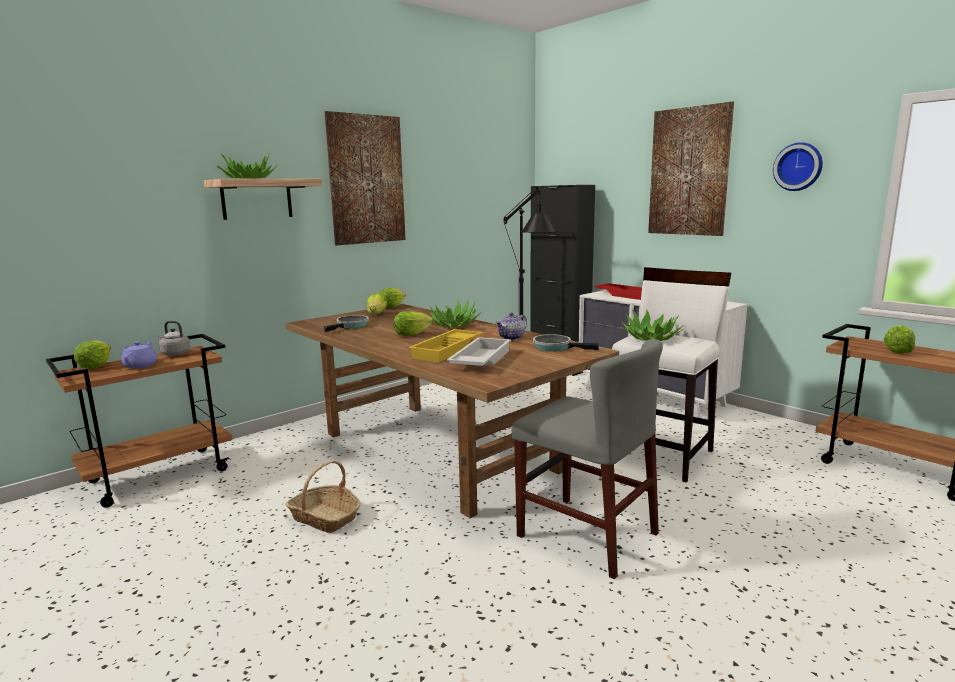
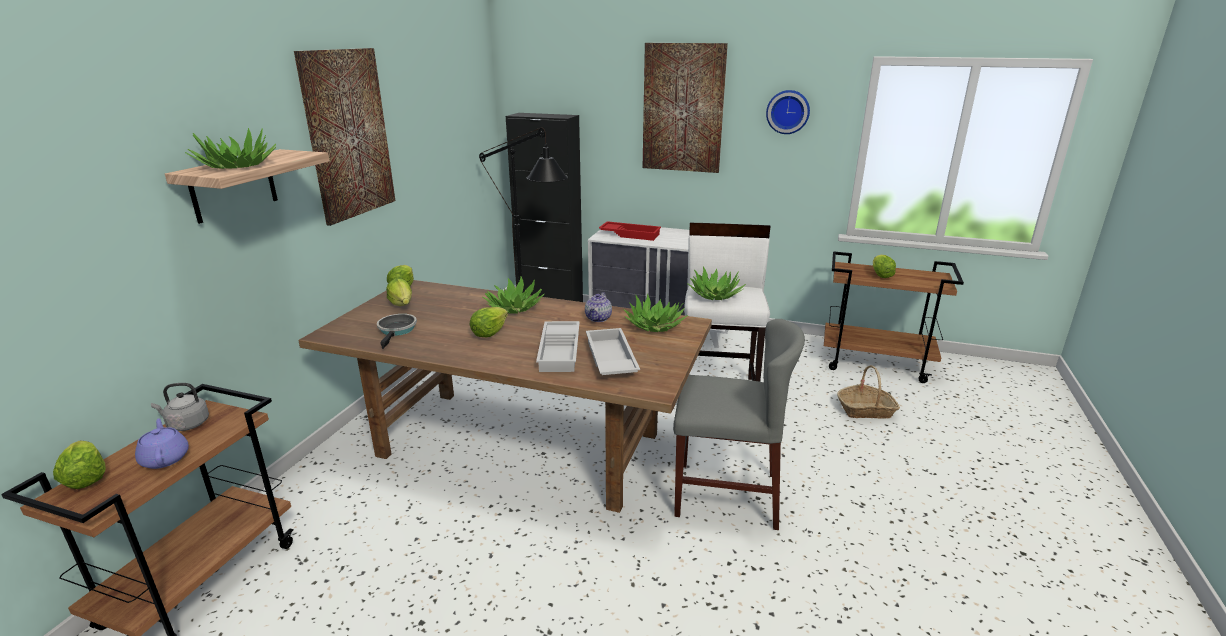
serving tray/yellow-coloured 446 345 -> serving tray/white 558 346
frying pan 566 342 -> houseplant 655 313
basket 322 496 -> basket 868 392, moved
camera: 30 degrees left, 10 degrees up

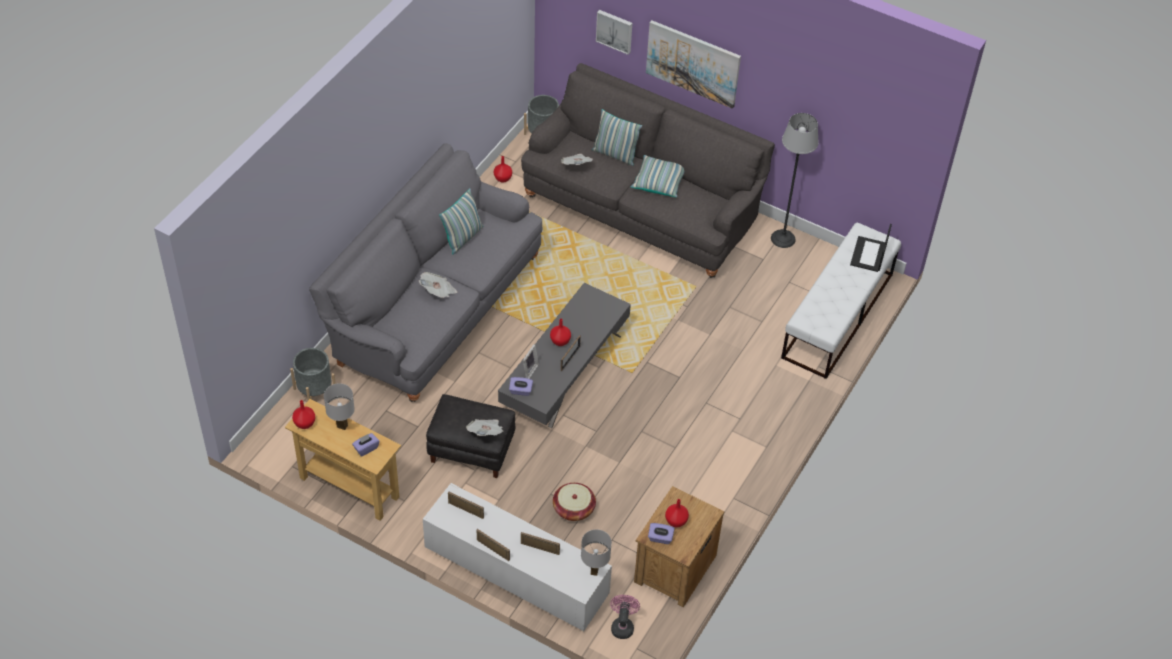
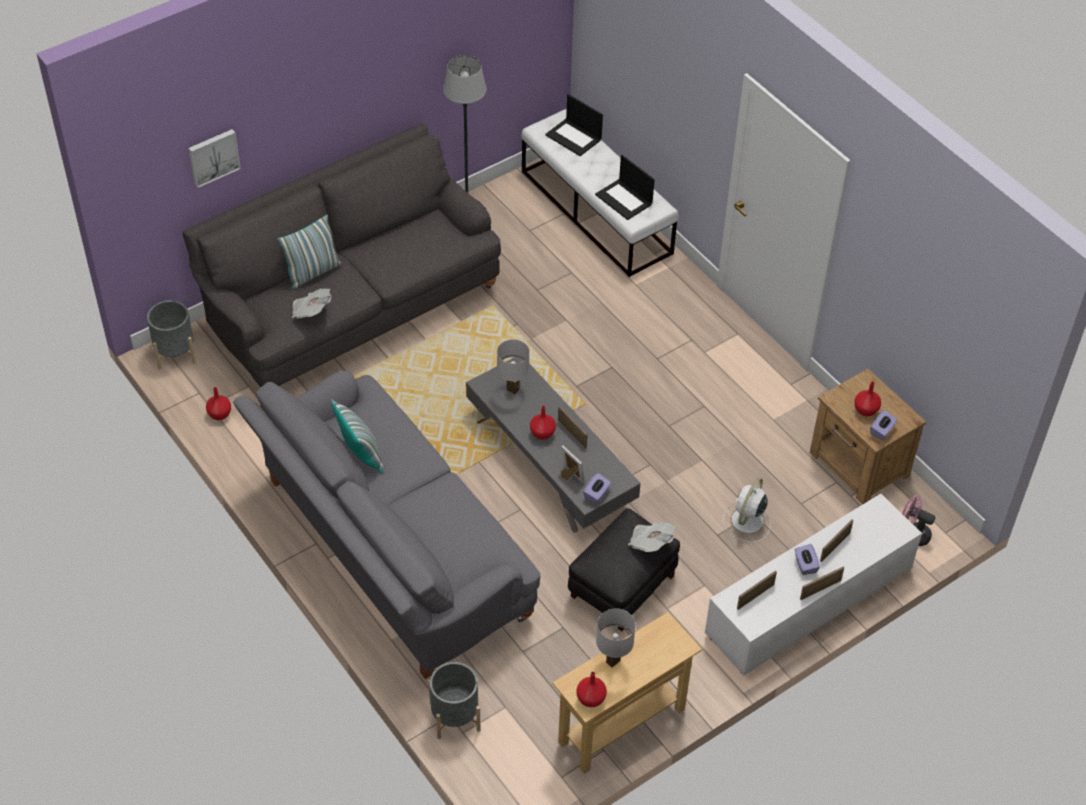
wall art 693 64 -> none
pillow 657 176 -> none
newspaper 438 285 -> none
tissue box/purple 365 444 -> tissue box/purple 807 559, moved
basket 574 502 -> electric fan/white 747 510
lamp for a table/white 596 552 -> lamp for a table/white 513 366, moved
none -> laptop 625 187
camera: 65 degrees left, 0 degrees up

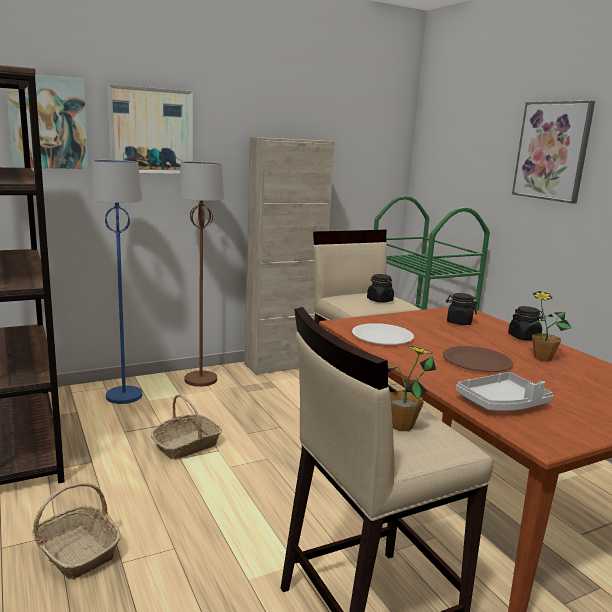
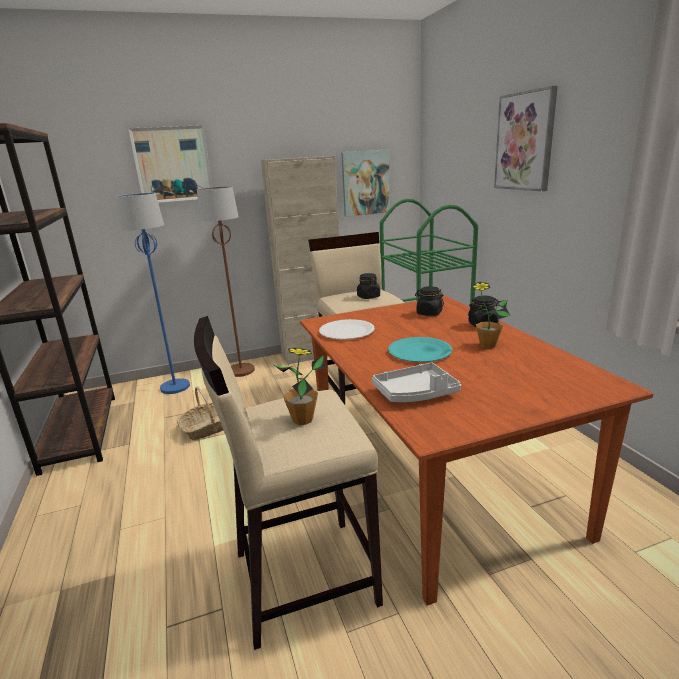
wall art 47 122 -> wall art 365 183, moved
dinner plate/brown-coloured 478 359 -> dinner plate/turquoise 420 349
basket 76 531 -> none
camera: 10 degrees right, 5 degrees up

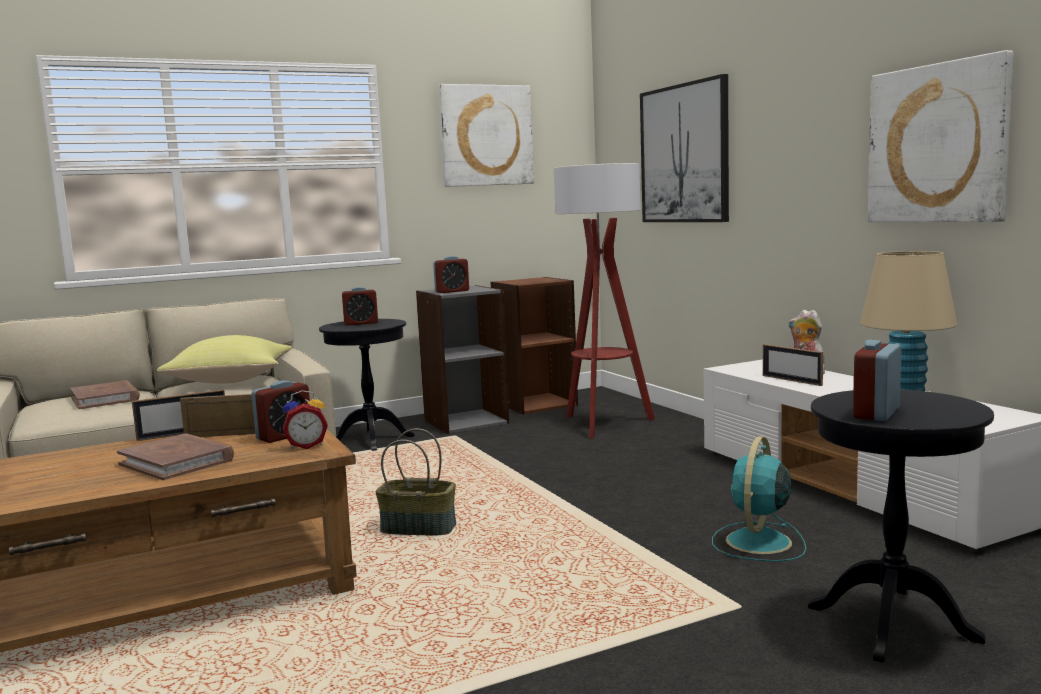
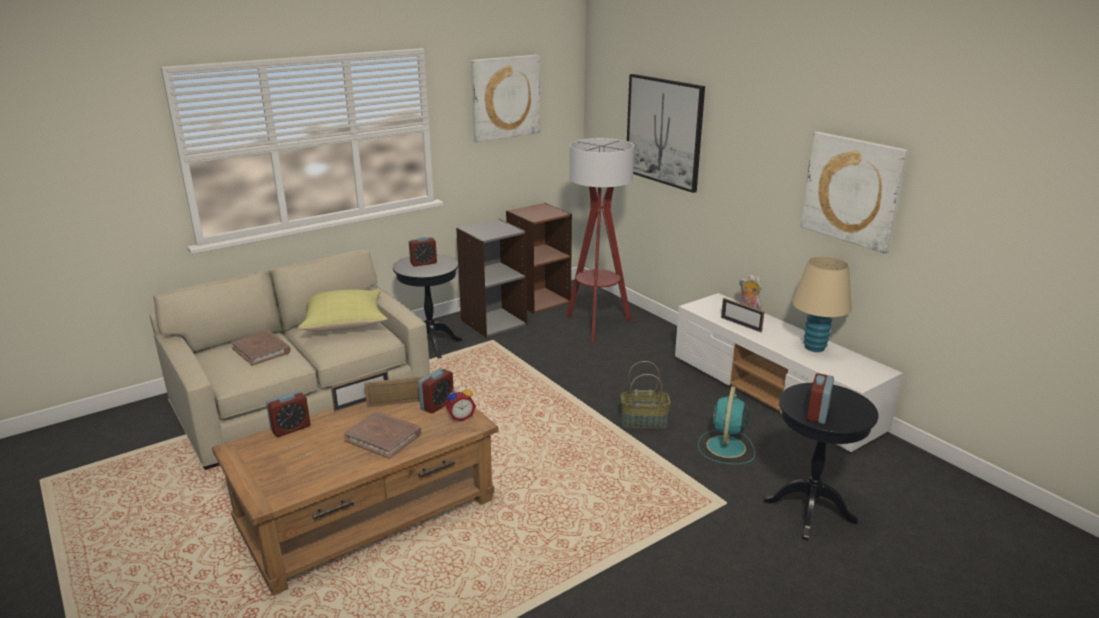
alarm clock 451 274 -> alarm clock 288 414, moved
basket 415 481 -> basket 646 395, moved
camera: 10 degrees left, 15 degrees up

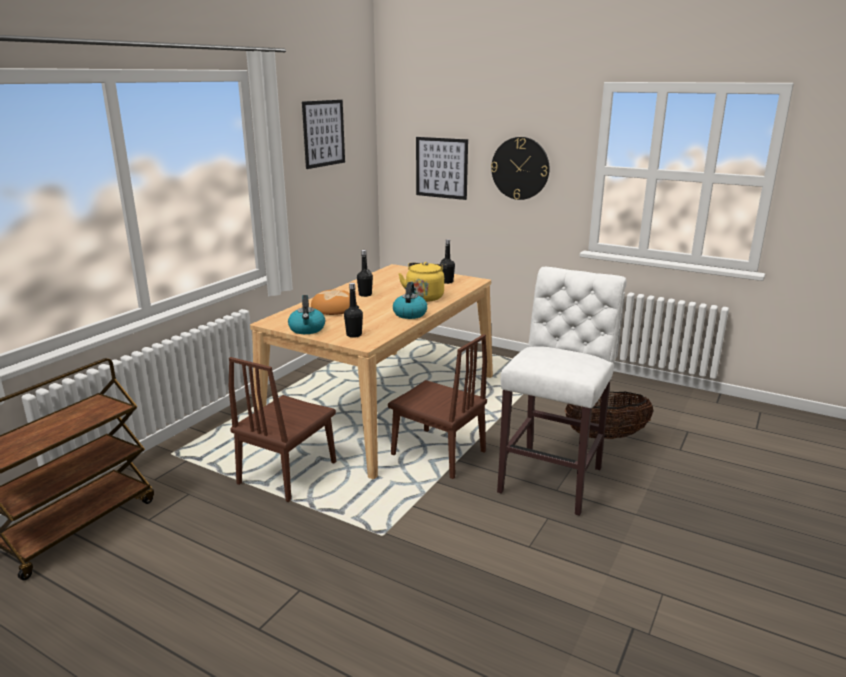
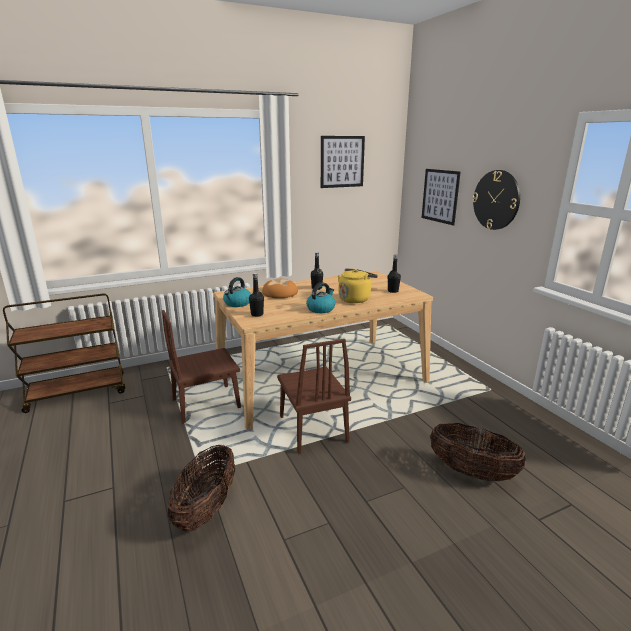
stool/white 562 391 -> none
none -> basket 201 488
camera: 35 degrees right, 0 degrees up

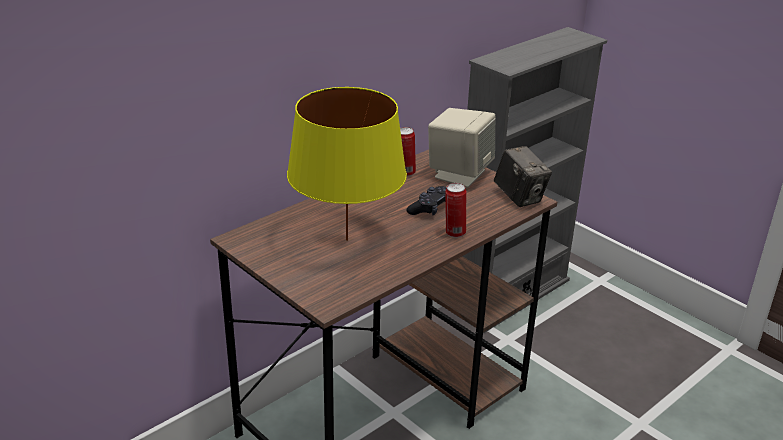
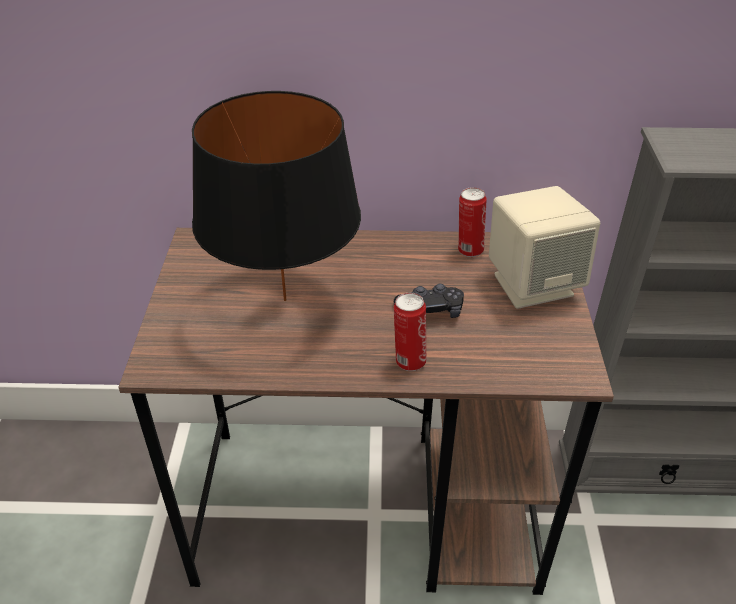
lamp for a table/yellow-coloured 347 164 -> lamp for a table/blackish 276 196
still camera 523 176 -> none
camera: 45 degrees right, 10 degrees up

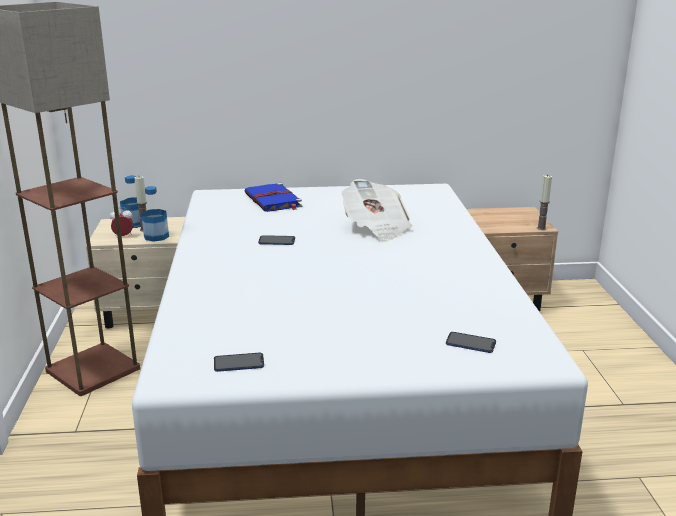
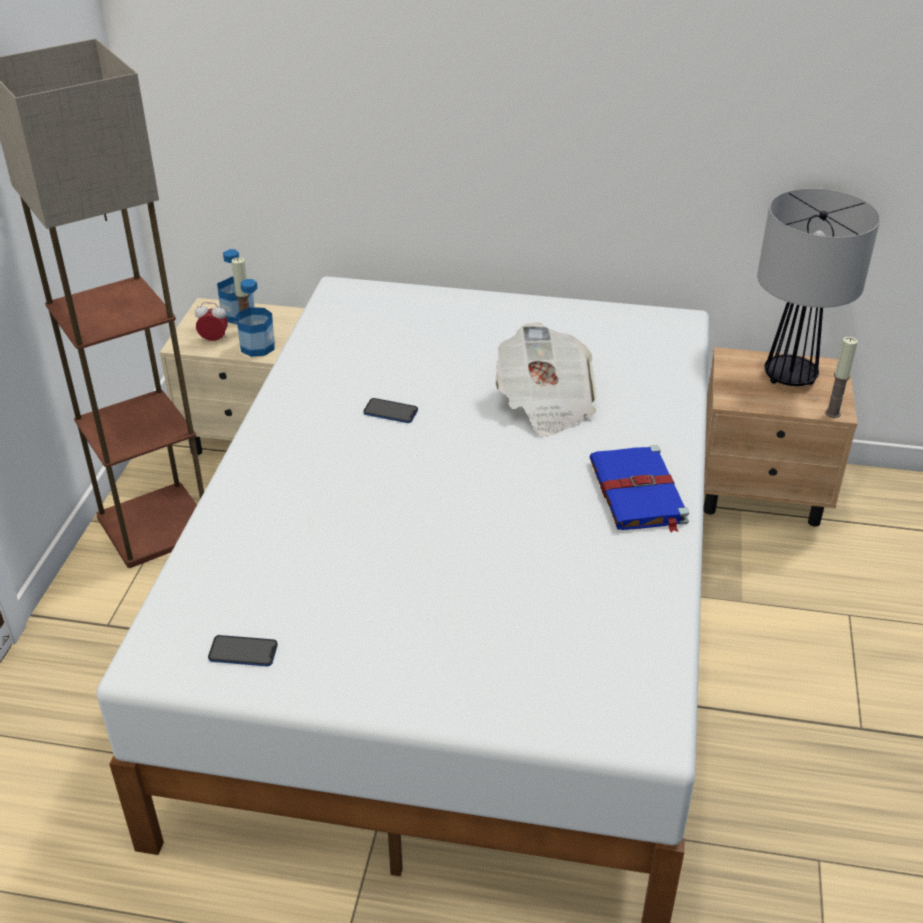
volume/blue 273 197 -> volume/blue 639 488, moved
phone 471 342 -> none
none -> lamp for a table 818 287
camera: 15 degrees right, 15 degrees up

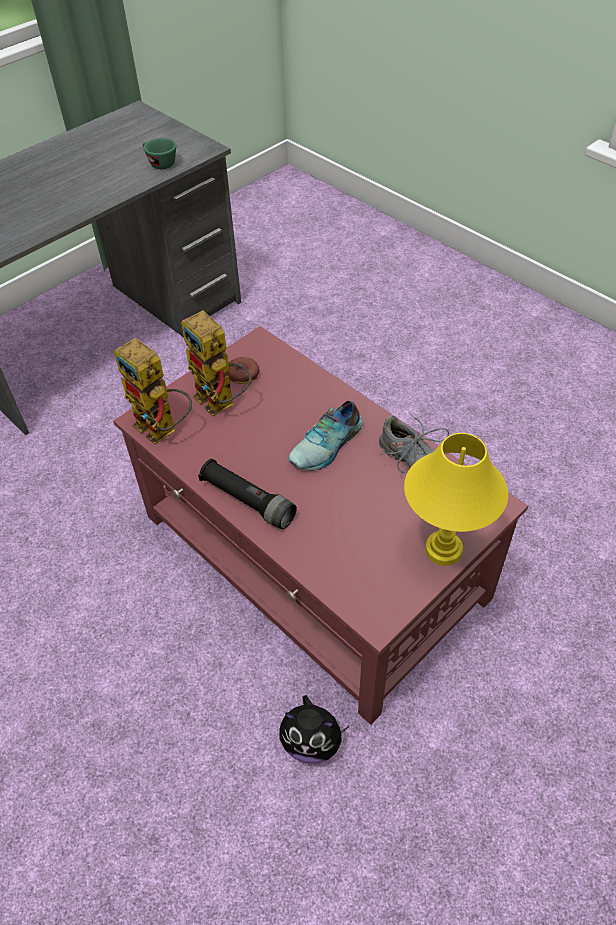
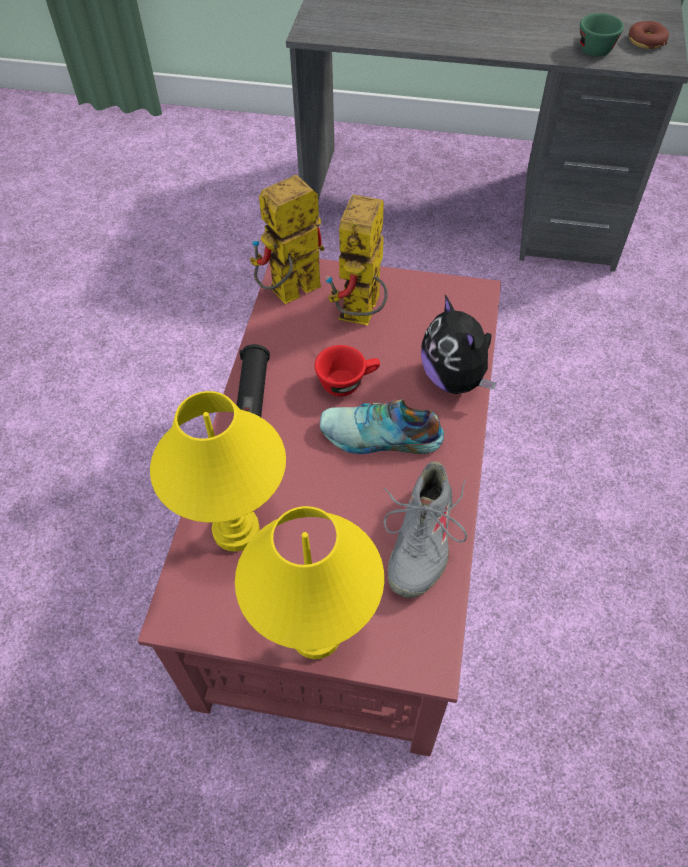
robot figure 153 391 -> robot figure 287 239, 45 degrees clockwise
ring doughnut 243 370 -> ring doughnut 649 35, moved
plush toy 315 729 -> plush toy 458 344, moved
none -> small cup/reddish 347 370
none -> lamp for a table/yellow-coloured 218 471
camera: 55 degrees right, 5 degrees up

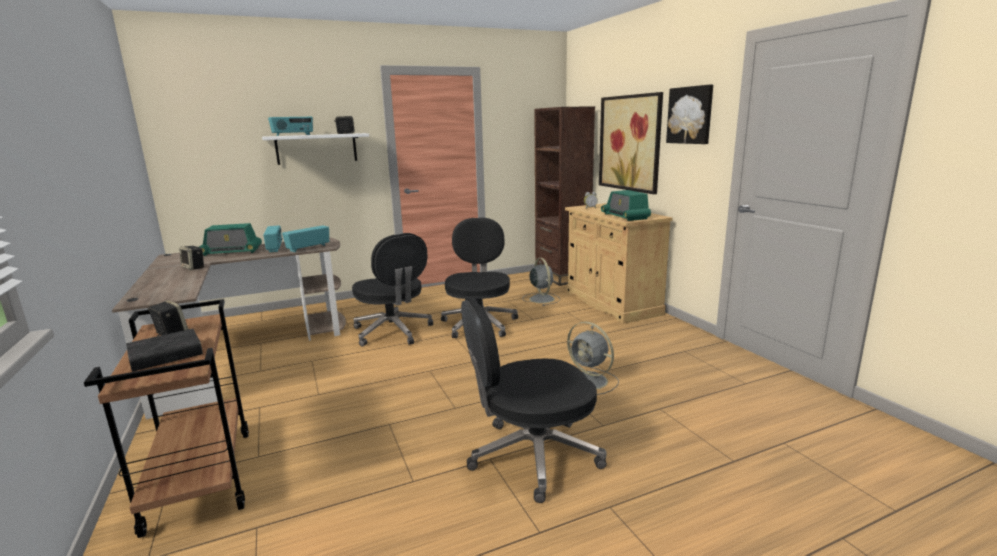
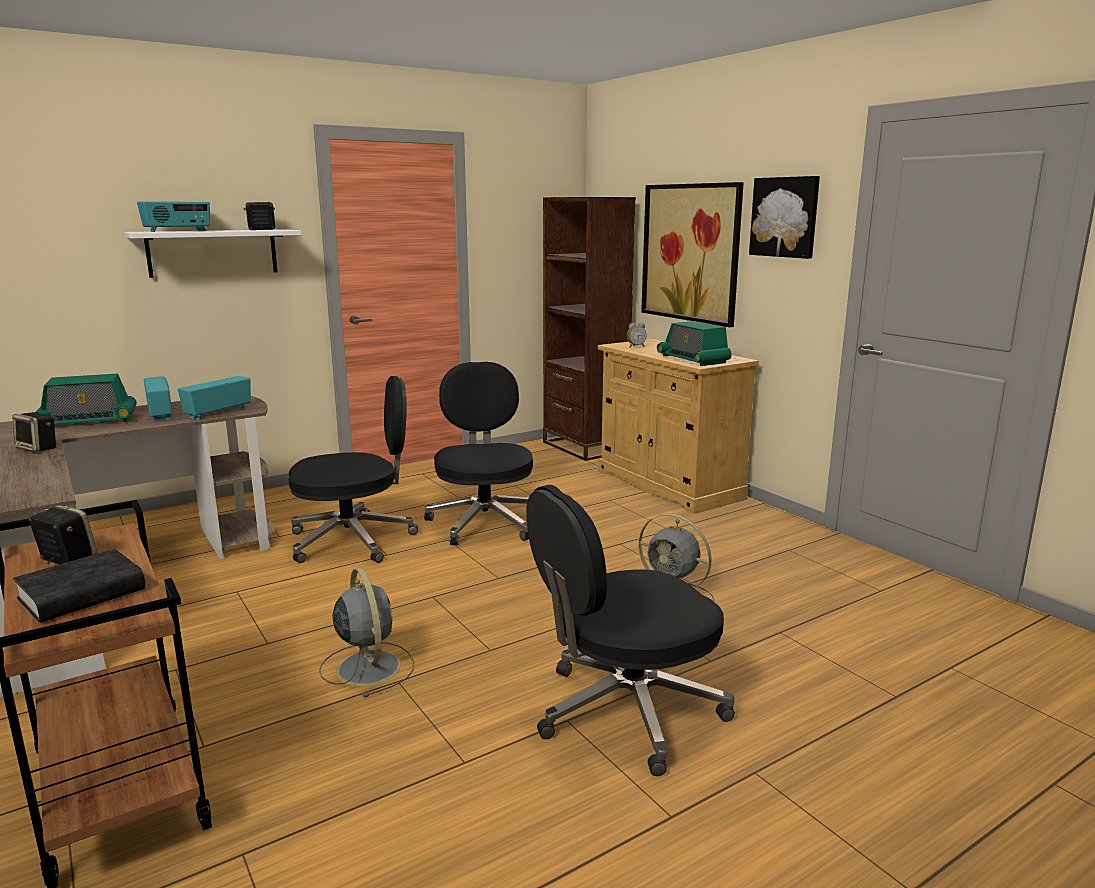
computer chair/blackish 392 290 -> computer chair/blackish 353 469, 60 degrees counterclockwise
electric fan/gray 541 282 -> electric fan/gray 366 633, moved
camera: 10 degrees left, 0 degrees up

